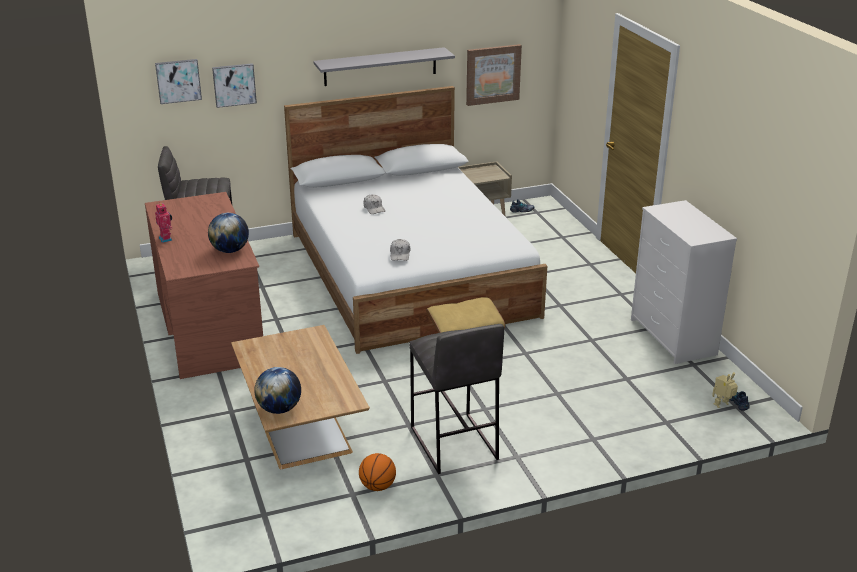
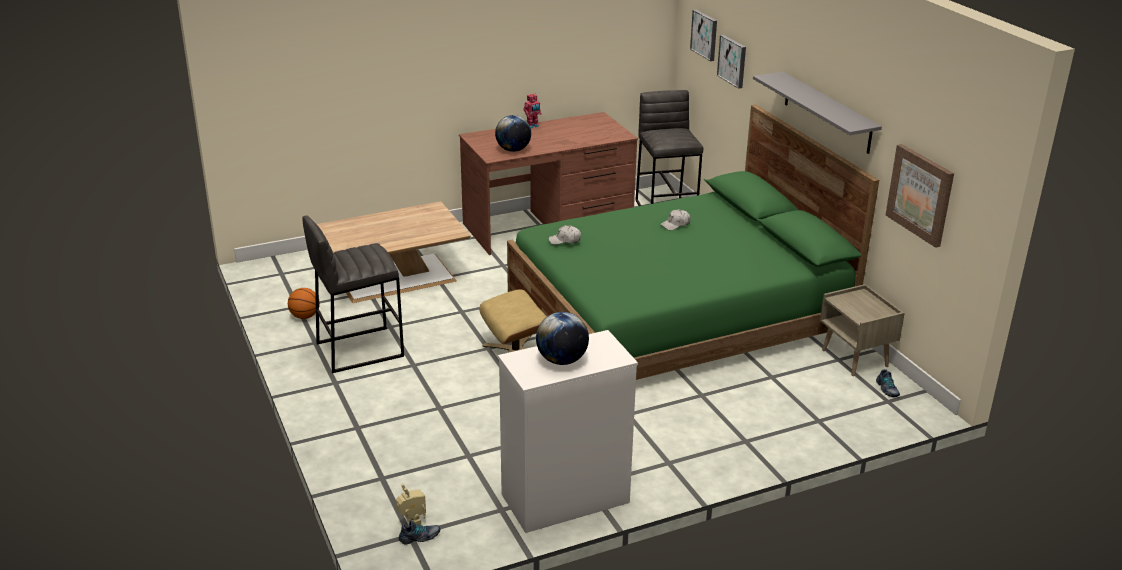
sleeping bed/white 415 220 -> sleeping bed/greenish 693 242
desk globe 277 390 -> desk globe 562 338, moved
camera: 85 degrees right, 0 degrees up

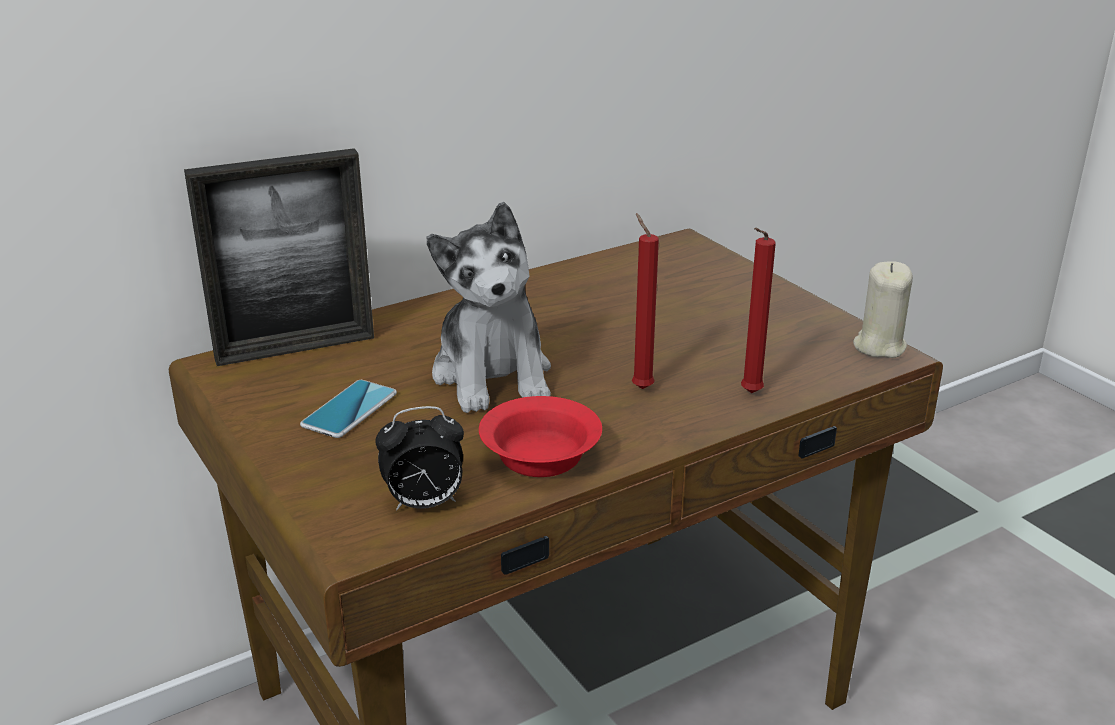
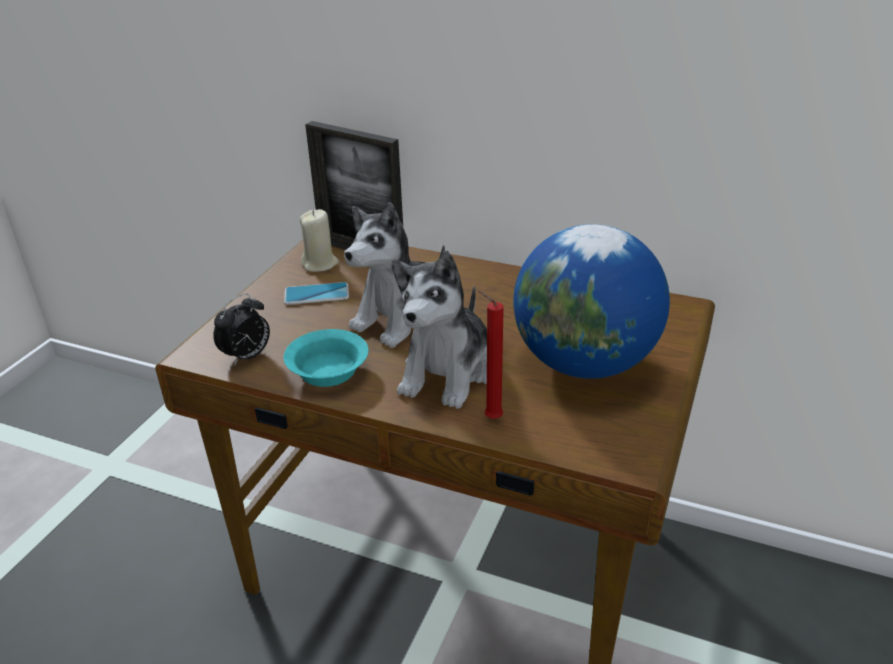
candle/reddish 645 301 -> plush toy 439 329
candle/beige-coloured 883 309 -> candle/beige-coloured 319 240, moved
serving bowl/reddish 540 436 -> serving bowl/turquoise 326 358
alarm clock 419 458 -> alarm clock 241 329, 90 degrees counterclockwise
none -> desk globe 591 301
camera: 55 degrees right, 5 degrees up

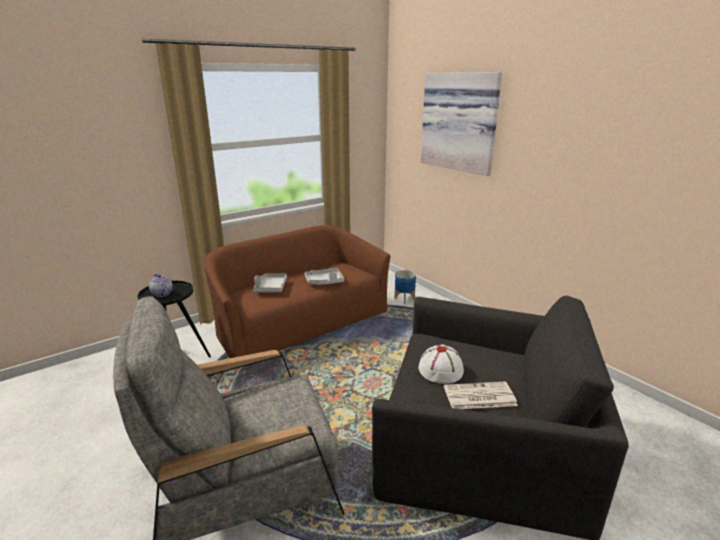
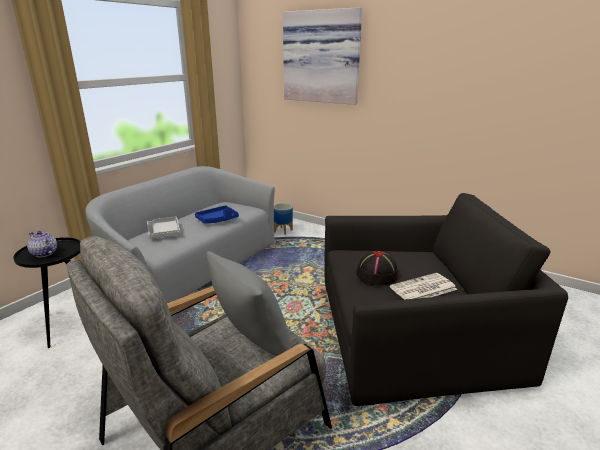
couch/brown-coloured 297 297 -> couch/gray 180 234
serving tray/gray 324 276 -> serving tray/blue 217 214
hat/white 441 364 -> hat/blackish 377 268
none -> pillow/gray 248 303
camera: 20 degrees left, 0 degrees up

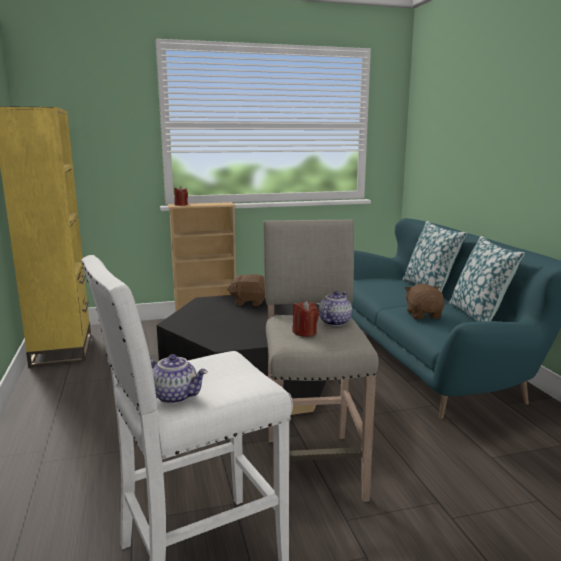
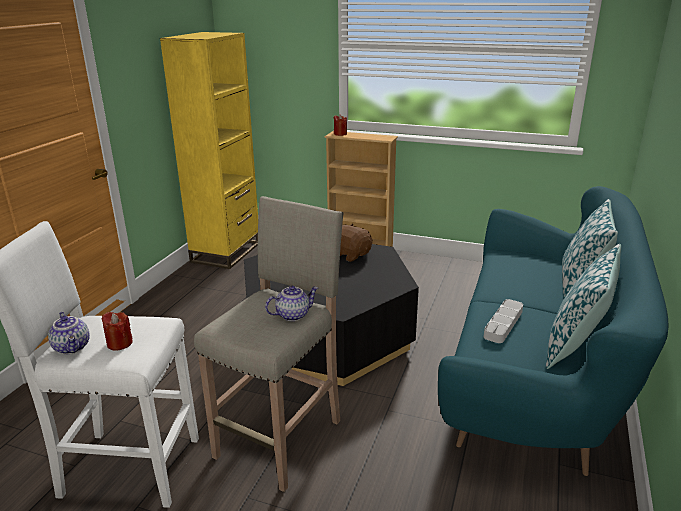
plush toy/brown-coloured 424 301 -> serving tray/gray 503 321
candle/reddish 306 318 -> candle/reddish 117 331, moved
camera: 35 degrees right, 10 degrees up

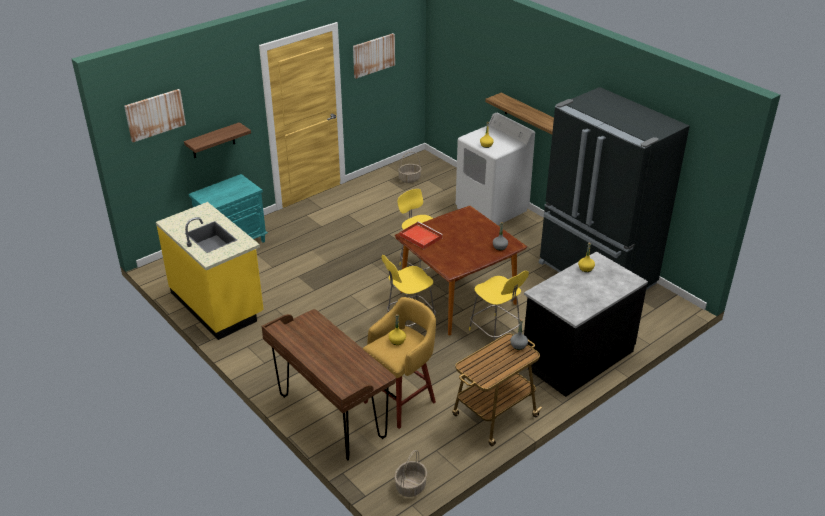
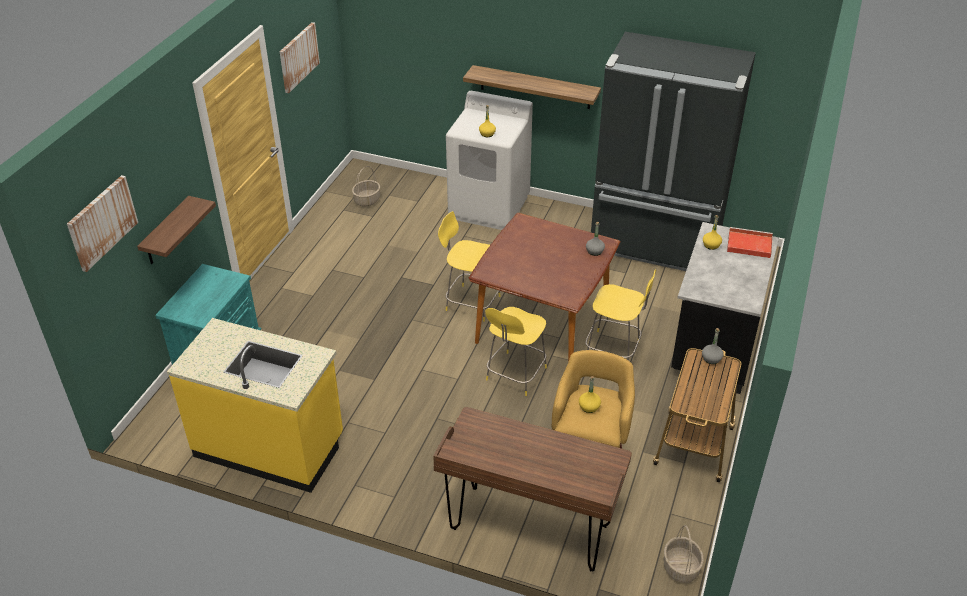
serving tray/reddish 421 235 -> serving tray/reddish 750 242, moved
camera: 30 degrees left, 5 degrees up

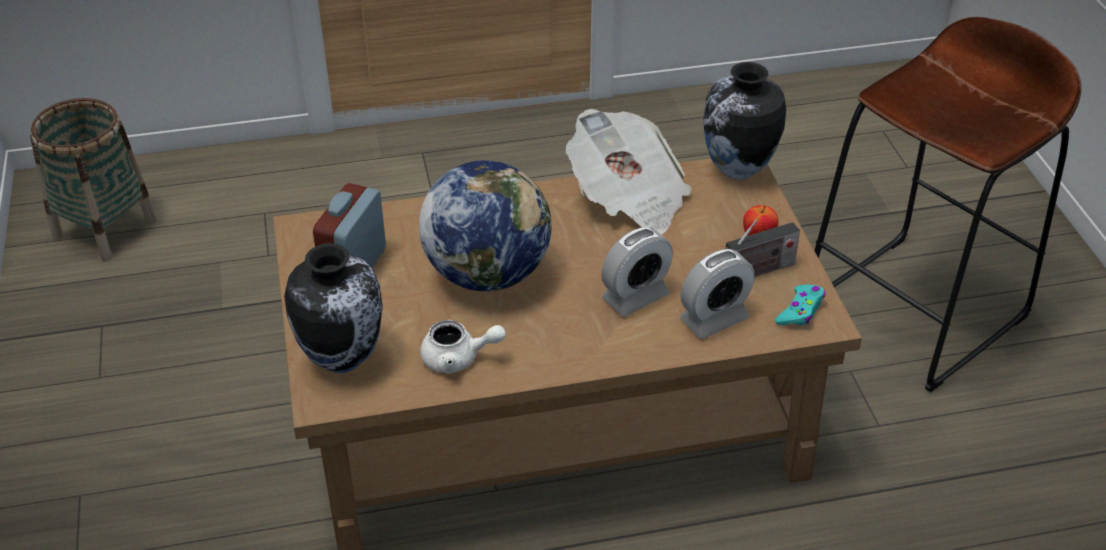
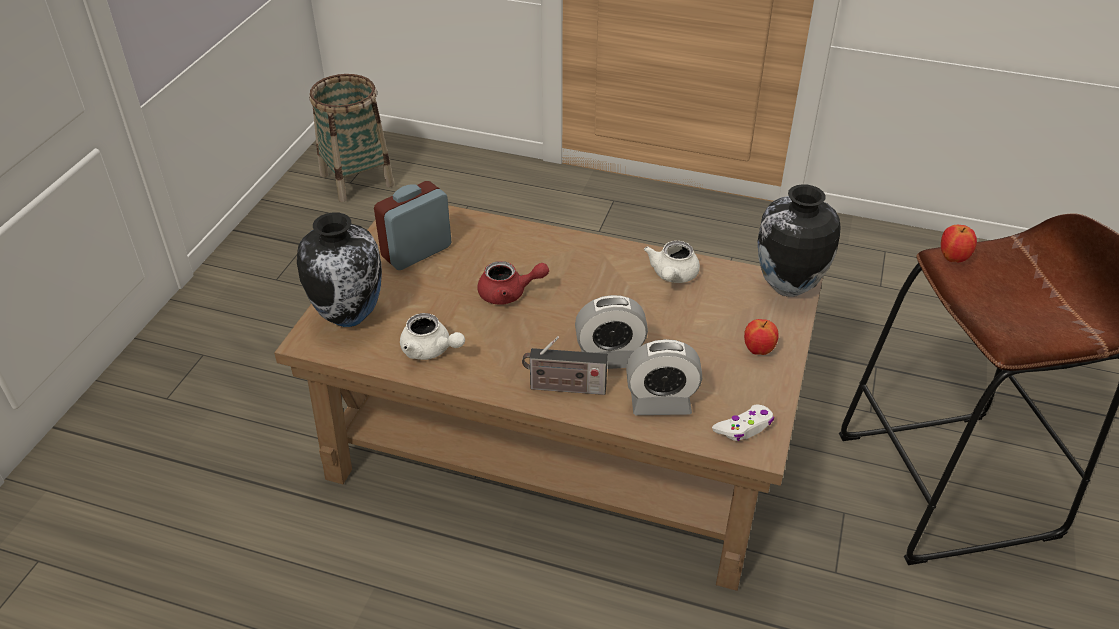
newspaper 629 172 -> pot for tea/white 672 262
desk globe 485 225 -> pot for tea/reddish 513 282
radio set 762 248 -> radio set 565 365, moved
gamepad/turquoise 800 305 -> gamepad/white 743 422
none -> whole apple 959 243
camera: 30 degrees right, 0 degrees up

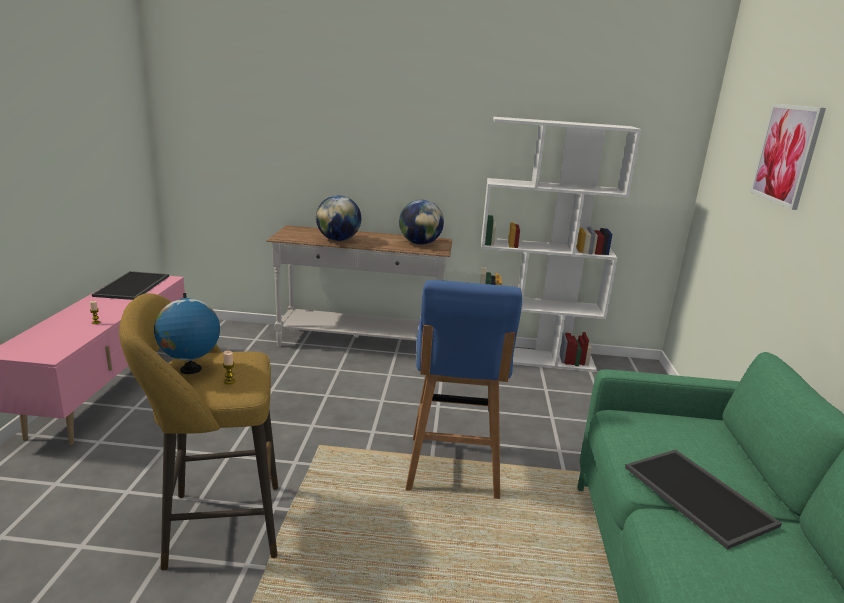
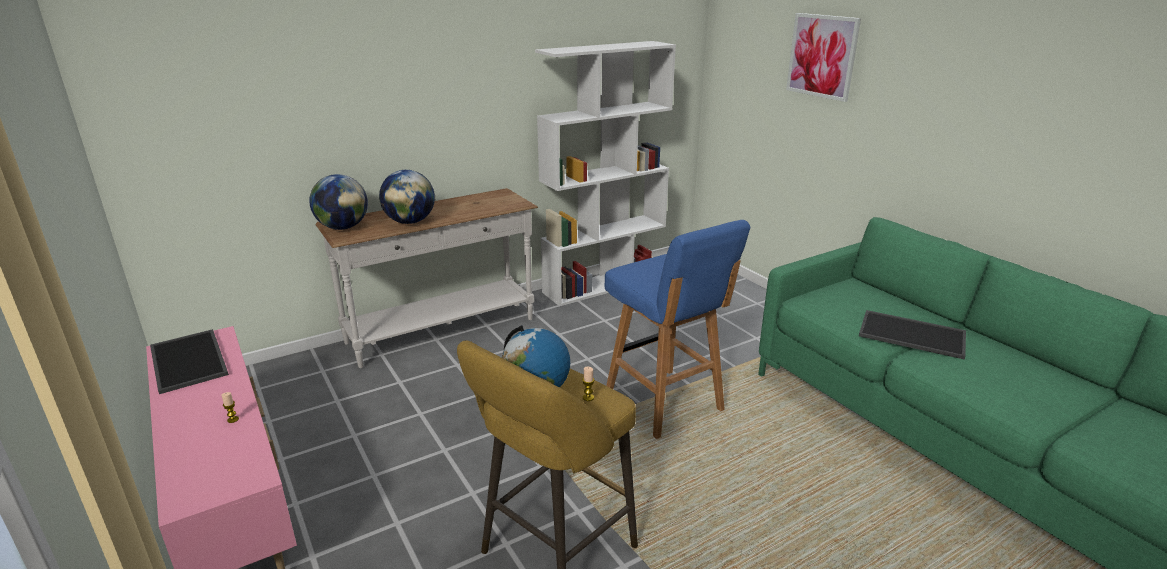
desk globe 421 222 -> desk globe 338 202, moved
camera: 35 degrees left, 5 degrees up

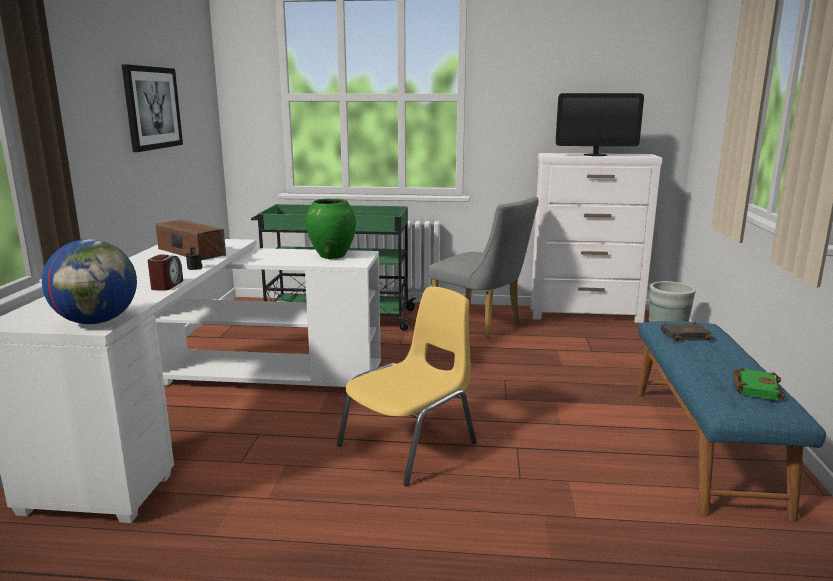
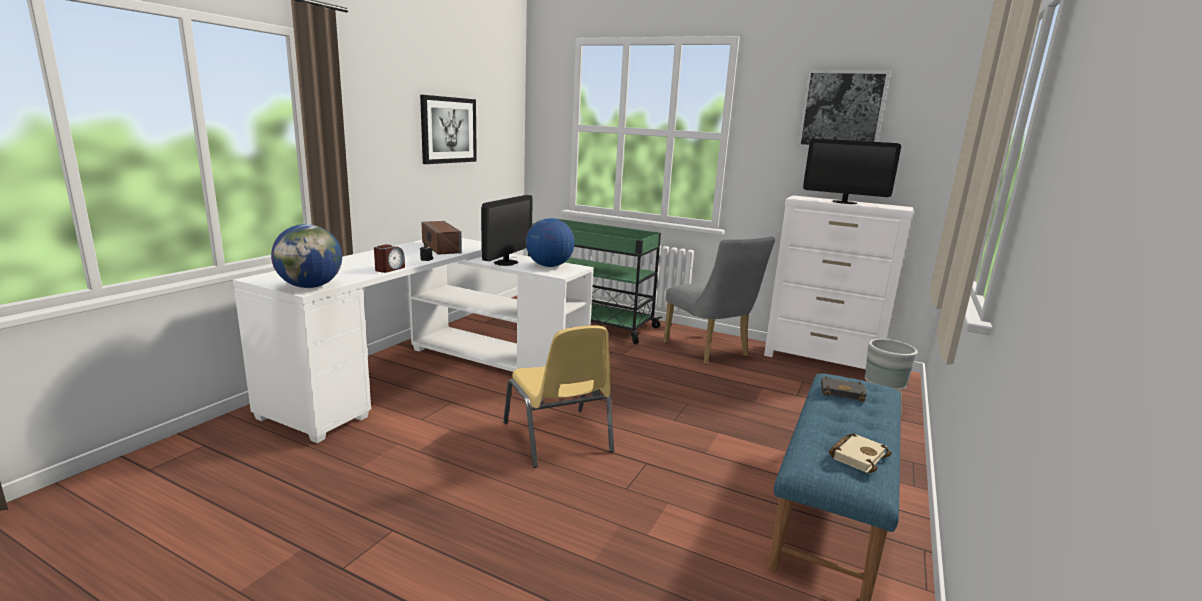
vase/greenish 331 228 -> desk globe 550 242
chair/yellow-coloured 407 386 -> chair/yellow-coloured 558 396, 90 degrees clockwise
volume/greenish 759 384 -> volume/beige-coloured 860 453
none -> wall art 843 108
none -> computer screen 507 230
camera: 20 degrees right, 0 degrees up

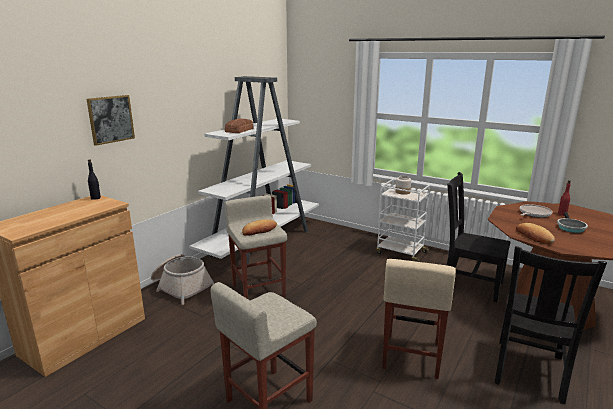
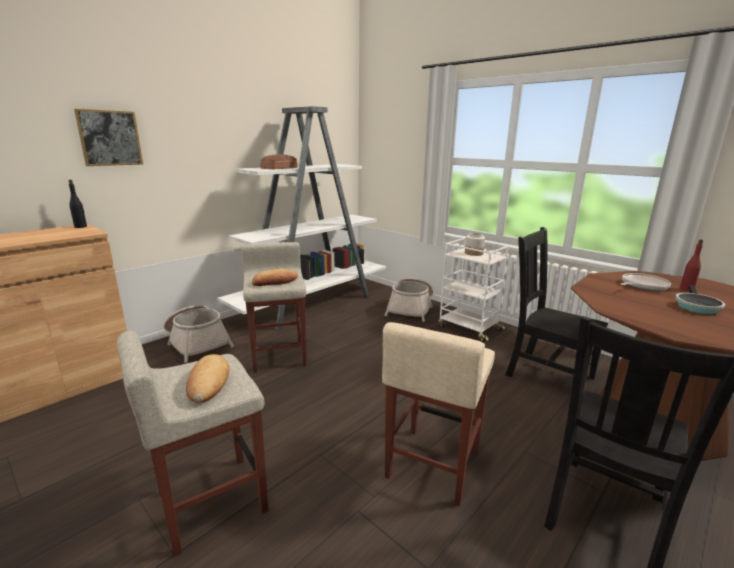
baked bread 535 233 -> baked bread 208 378, moved
none -> basket 409 300
camera: 10 degrees right, 0 degrees up

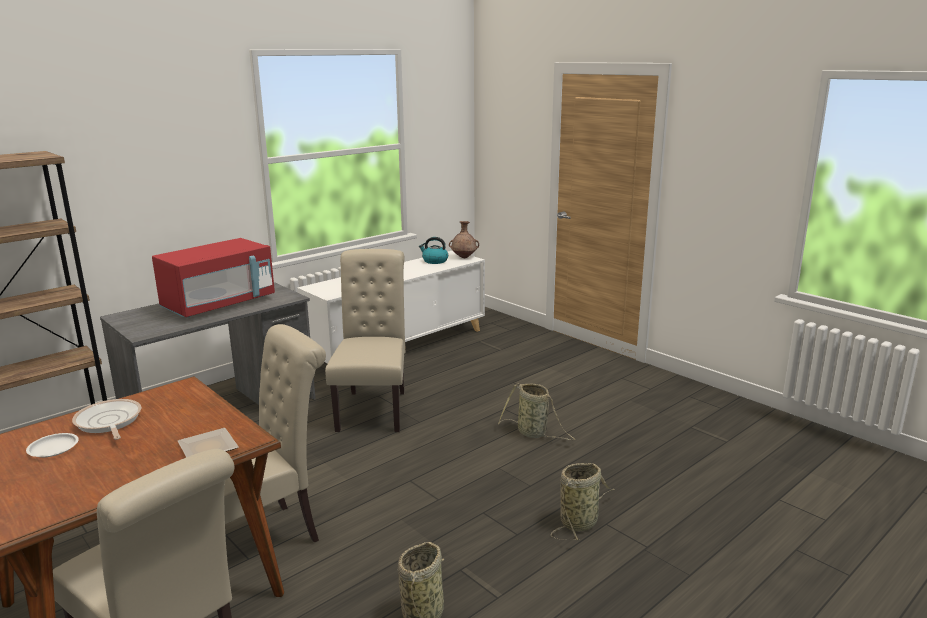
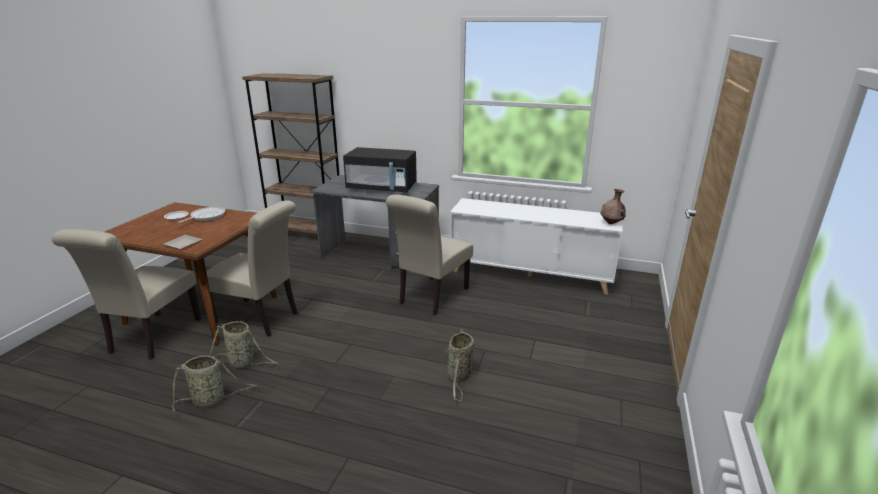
kettle 433 250 -> none
microwave/reddish 213 277 -> microwave/blackish 380 170
chair/beige-coloured 365 340 -> chair/beige-coloured 429 255, 150 degrees clockwise
basket 583 501 -> basket 244 344, moved
camera: 60 degrees right, 5 degrees up

